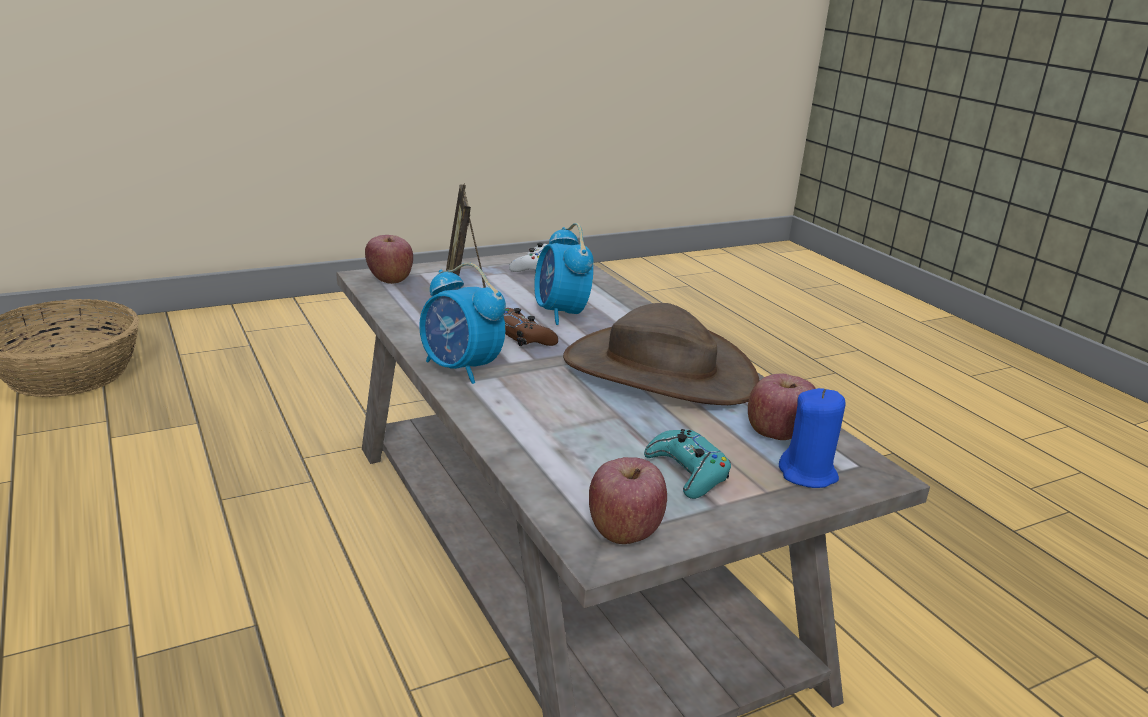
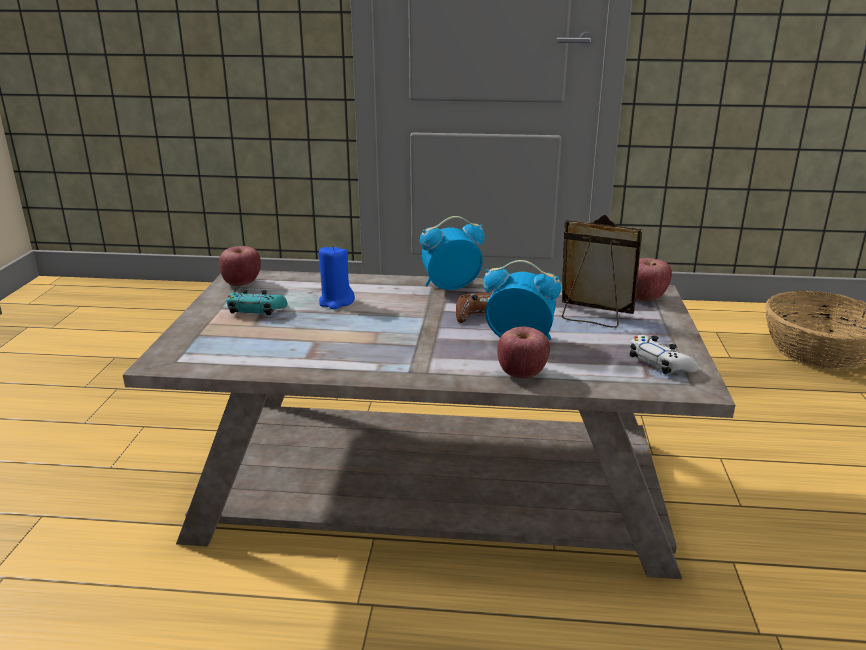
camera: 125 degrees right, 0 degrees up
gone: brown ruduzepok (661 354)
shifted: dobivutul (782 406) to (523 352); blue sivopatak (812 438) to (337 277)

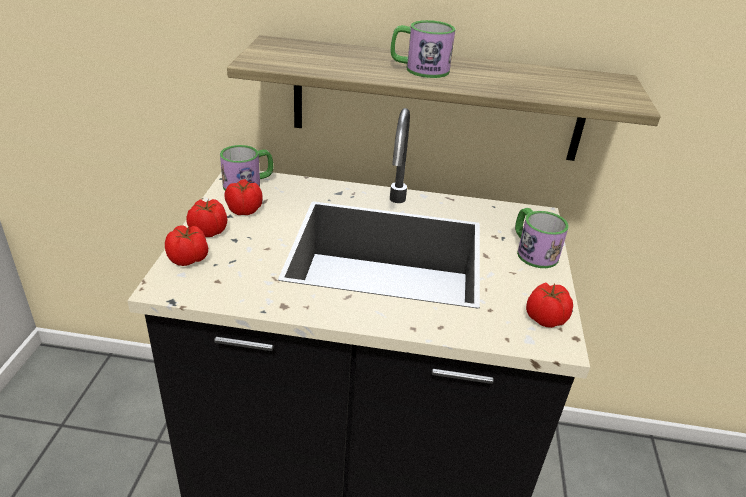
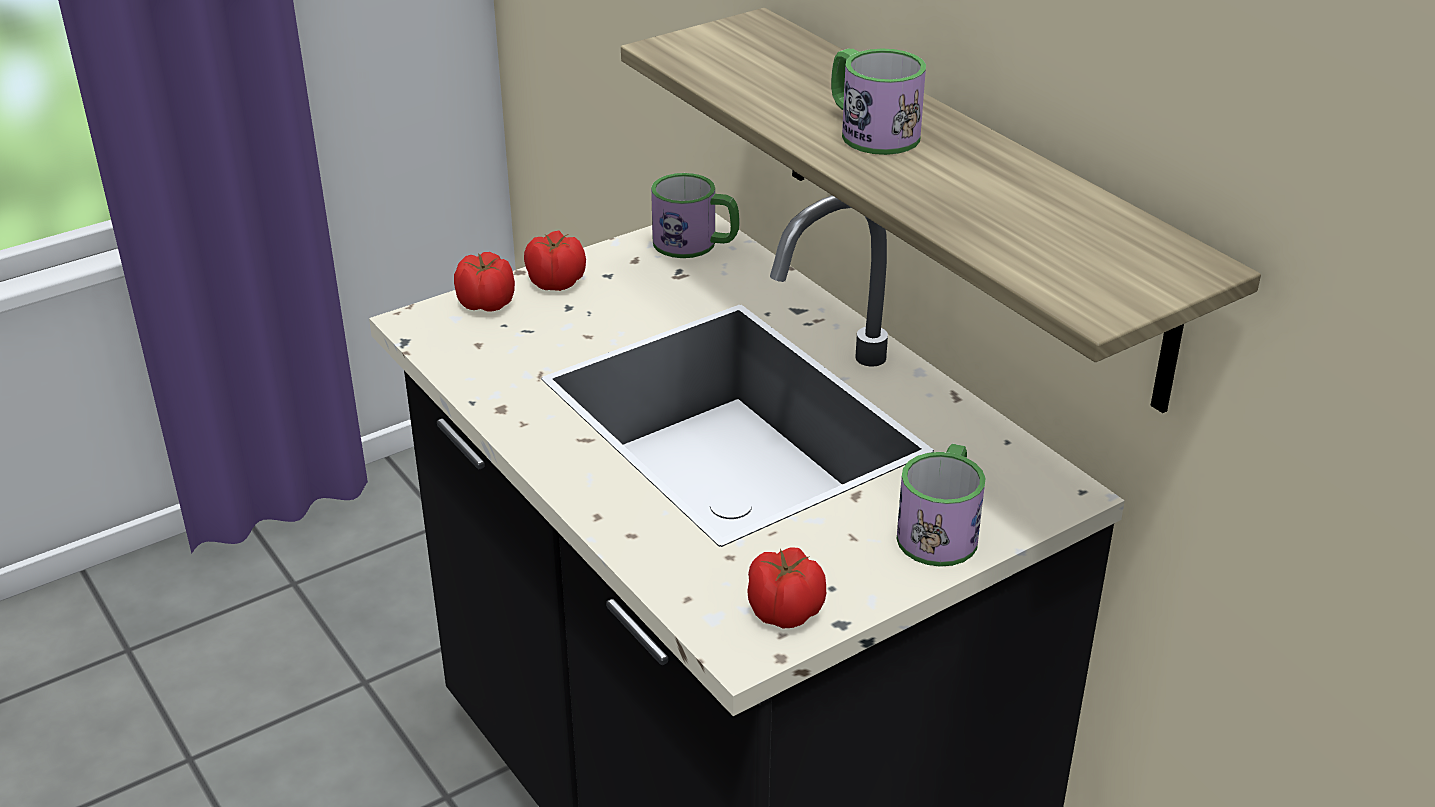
camera: 50 degrees right, 0 degrees up
gone: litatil (243 197)

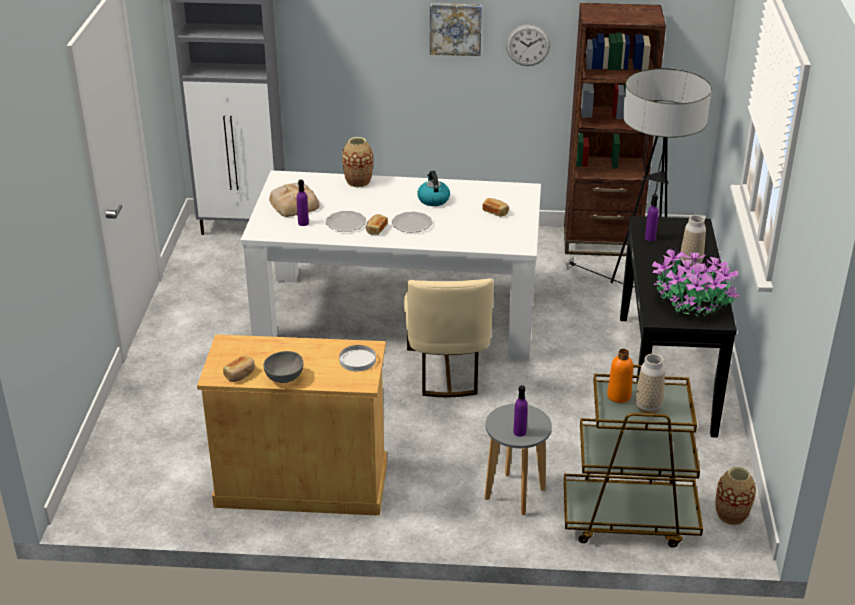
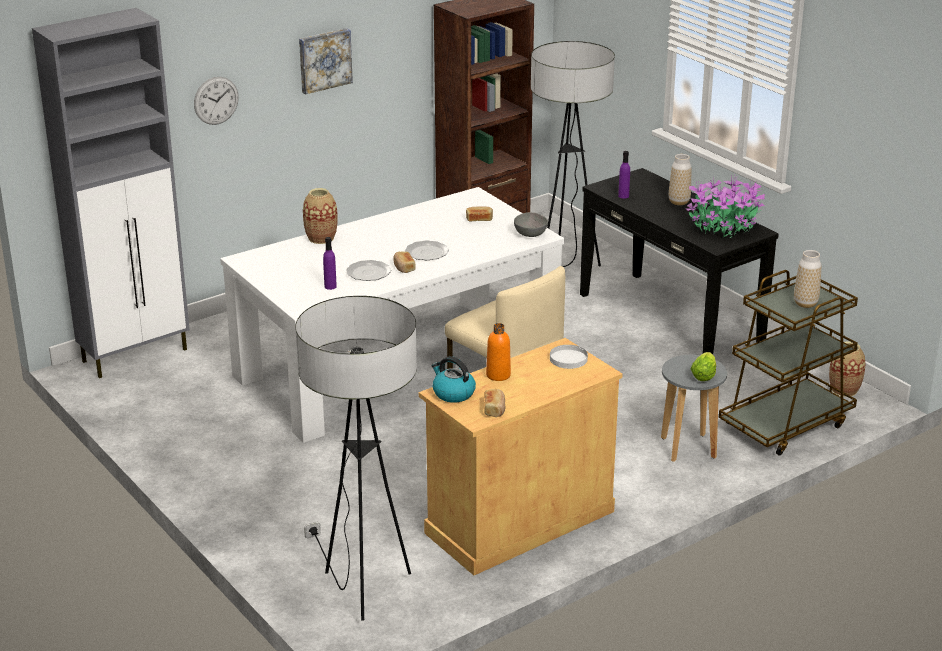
camera: 40 degrees left, 5 degrees down
gone: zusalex (294 199)
new: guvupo (356 458)
shifted: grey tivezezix (283 367) to (531 224); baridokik (433 188) to (453 379); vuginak (528 45) to (216 101); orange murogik (620 376) to (498 352)
swapped: purple murogik (520 411) to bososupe (703 366)

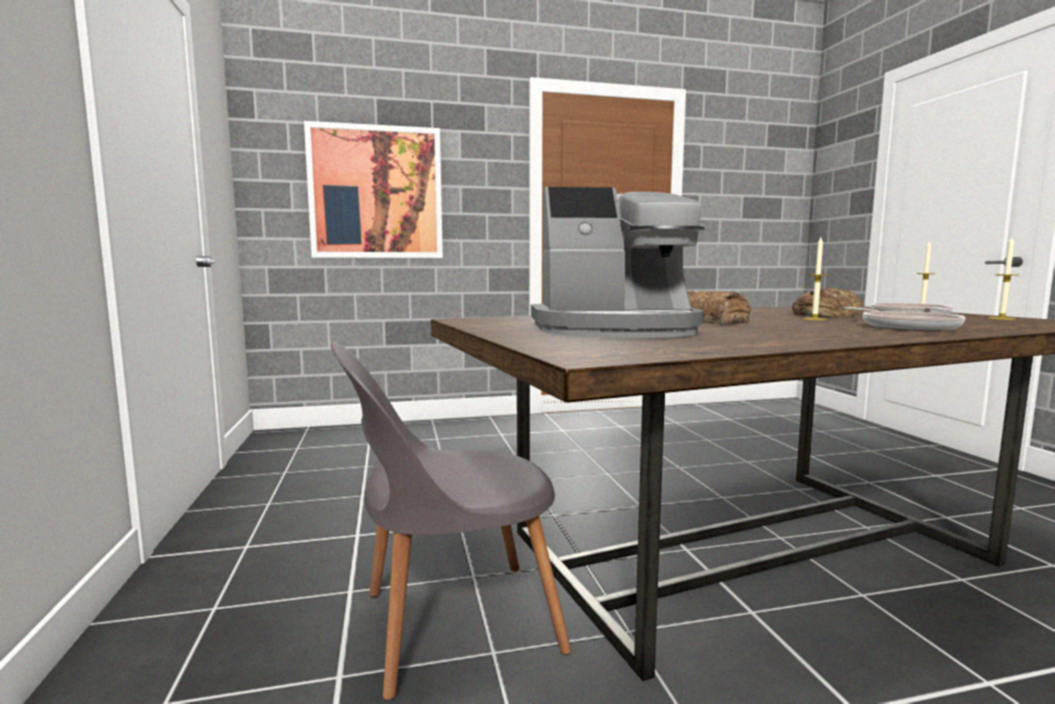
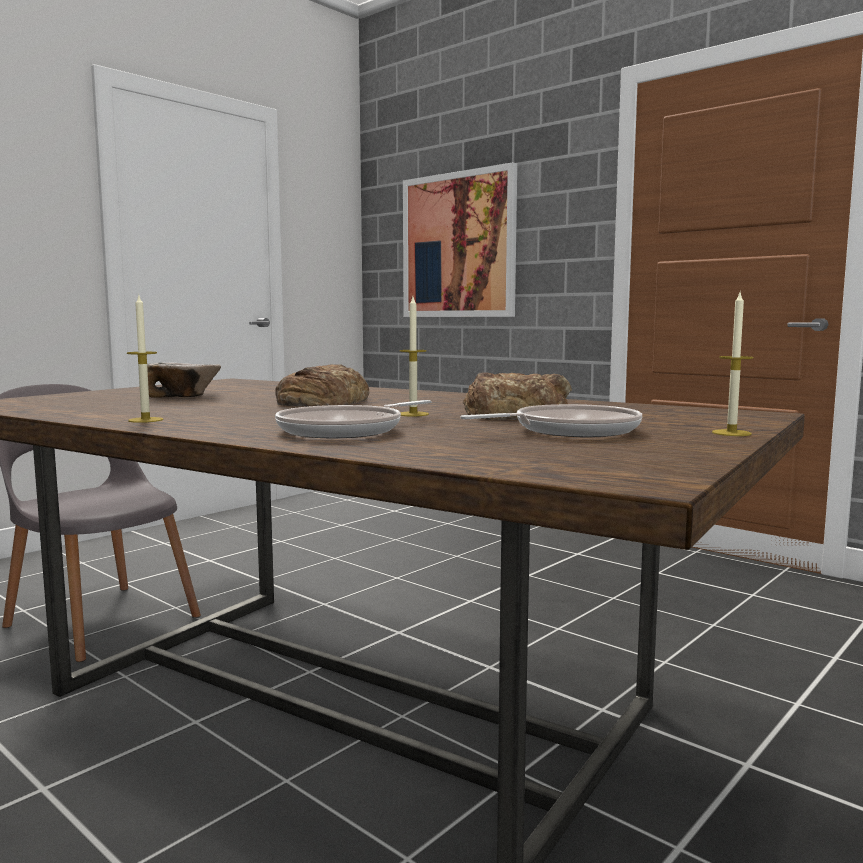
camera: 55 degrees right, 0 degrees up
shifted: sivopatak (1004 279) to (145 359)
swapped: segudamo (618 262) to tivezezix (184 380)

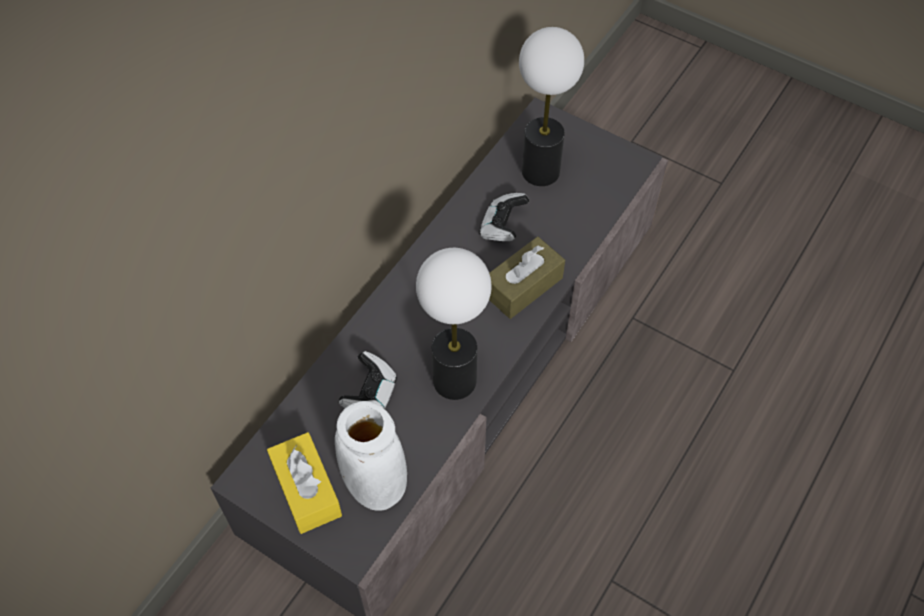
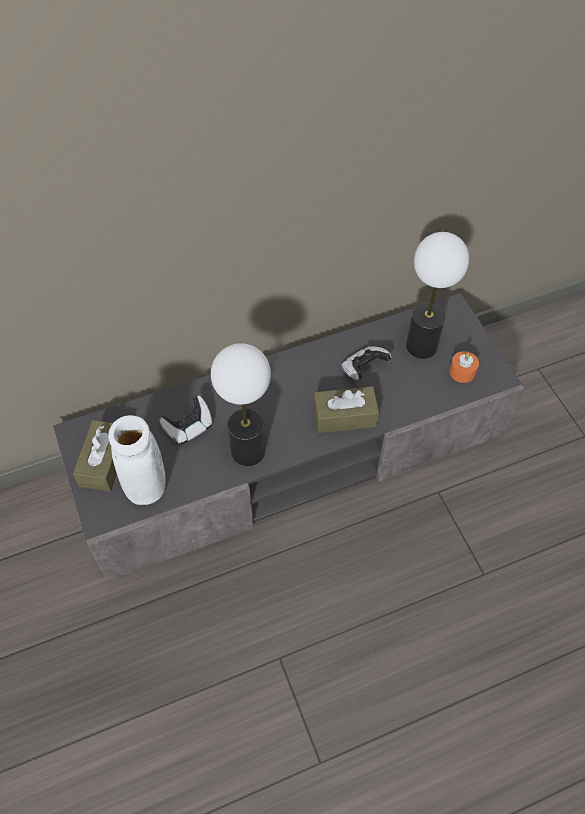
camera: 35 degrees right, 0 degrees up
new: orange sivopatak (464 367)
repainted: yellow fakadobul (304 483) to brown fakadobul (95 456)

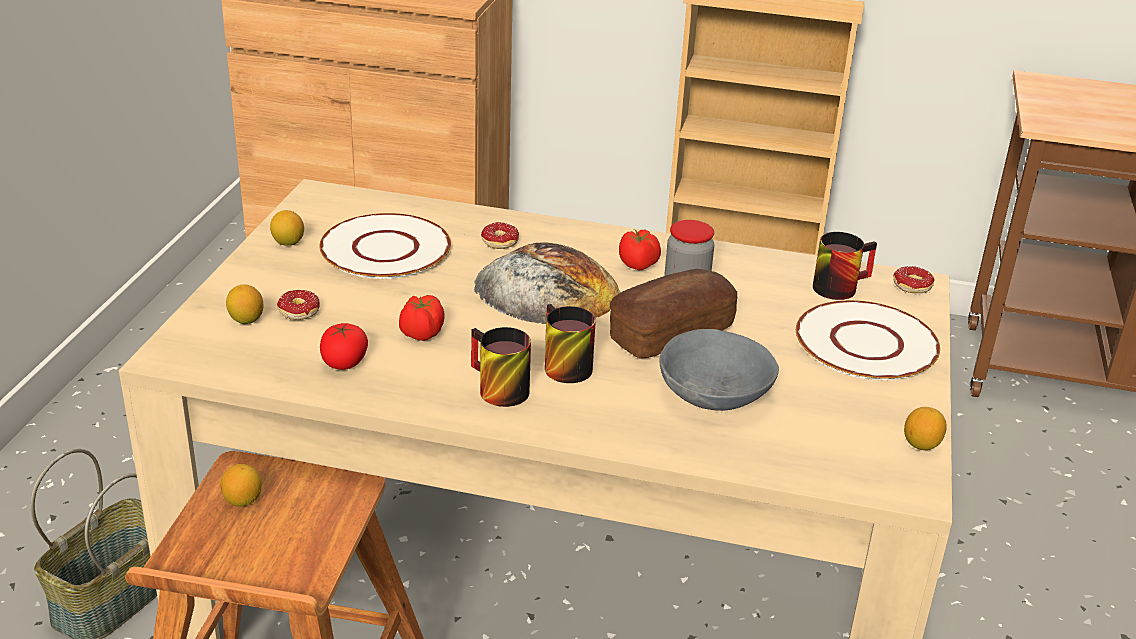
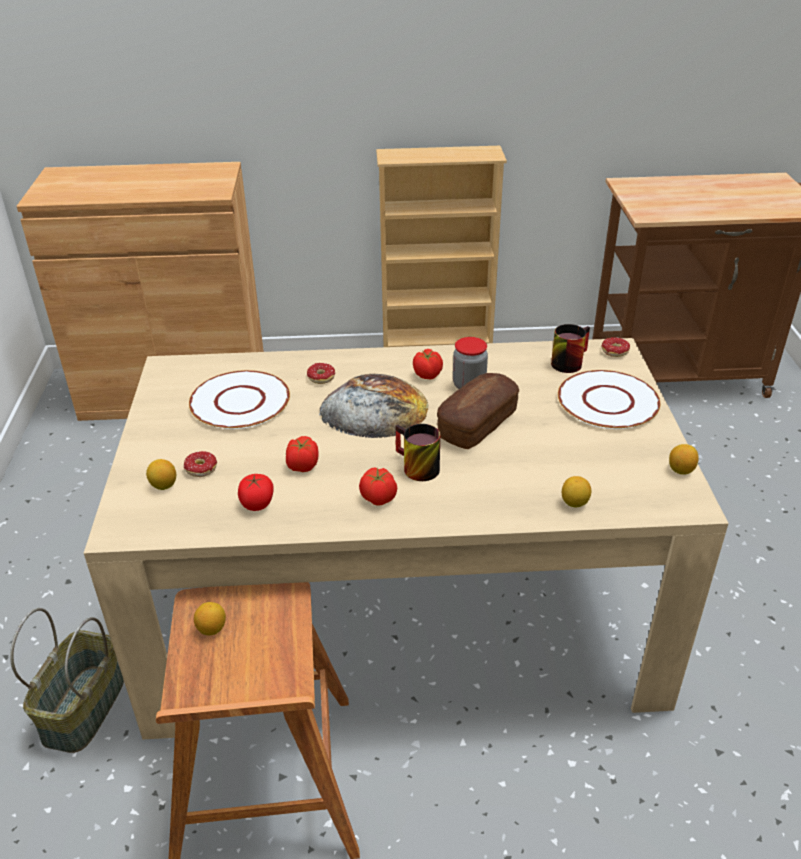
camera: 15 degrees left, 5 degrees up
gone: grey tivezezix (719 370)
shifted: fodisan (287 228) to (576 491)
swapped: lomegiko (501 367) to litatil (378 486)

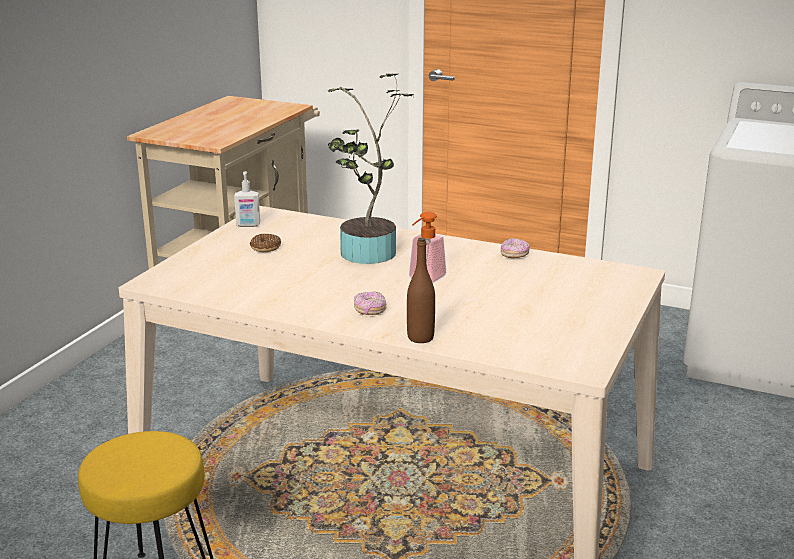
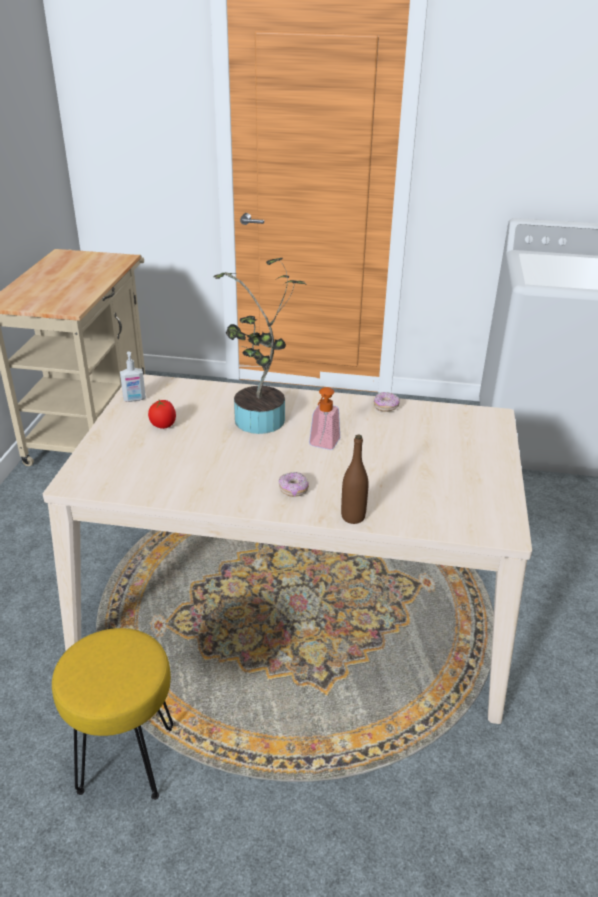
camera: 15 degrees left, 10 degrees up
swapped: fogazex (265 243) to litatil (162 414)

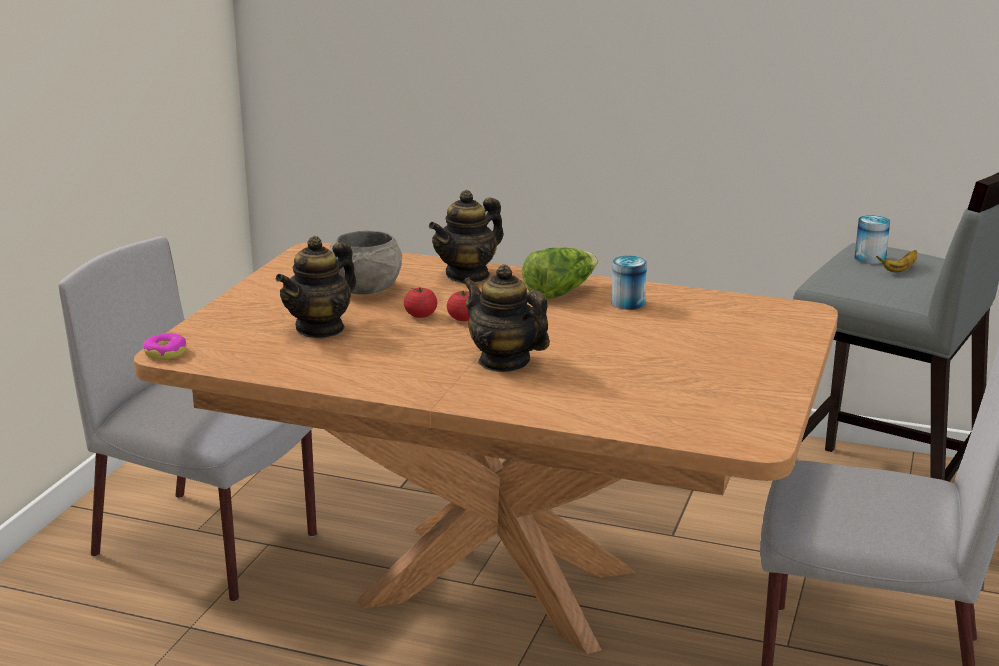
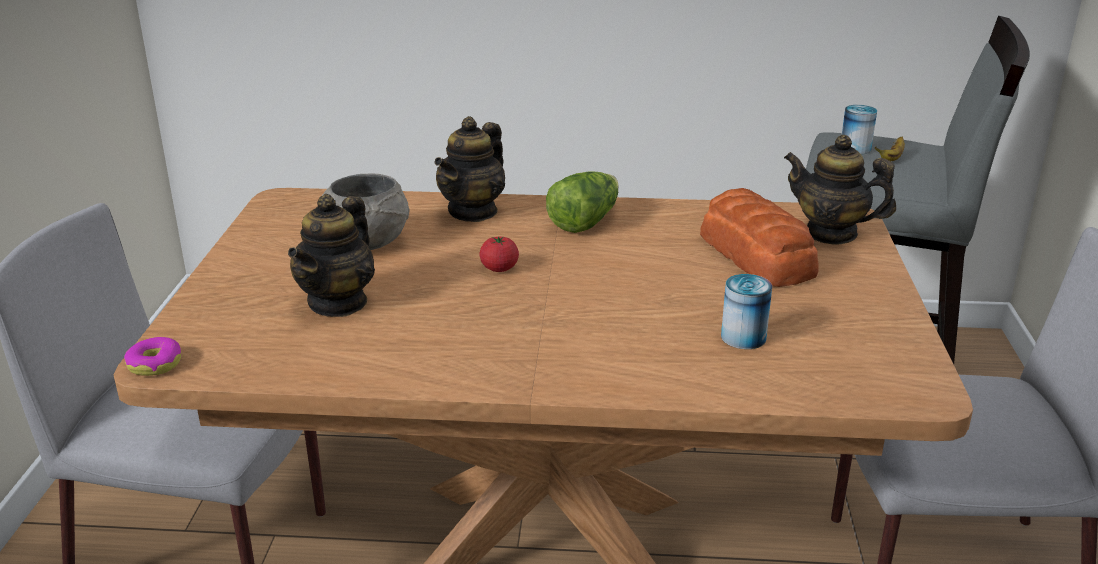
camera: 15 degrees left, 5 degrees up
gone: litatil (420 302)
new: zusalex (759 237)
shifted: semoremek (506 318) to (840 189); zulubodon (629 283) to (746 311)

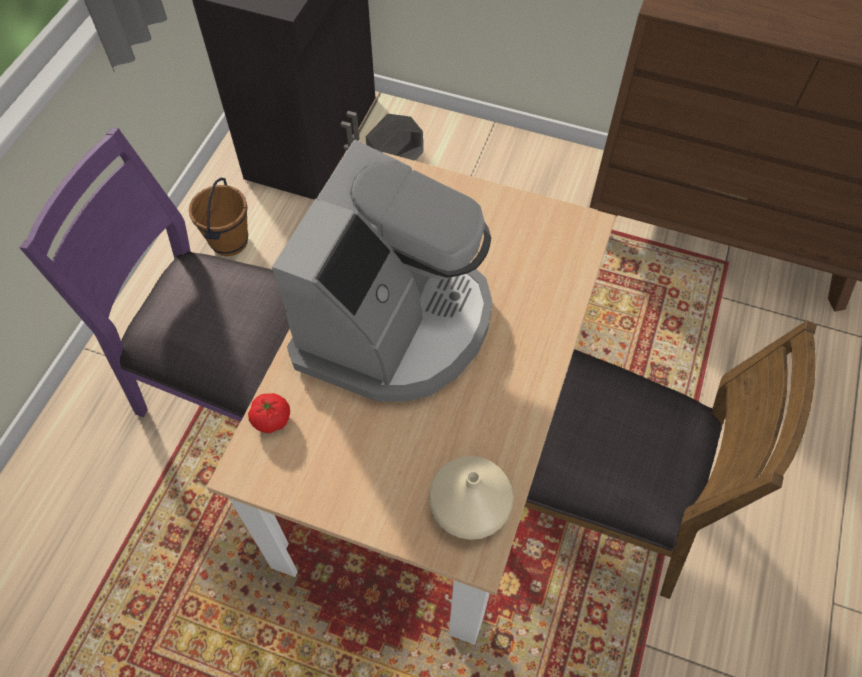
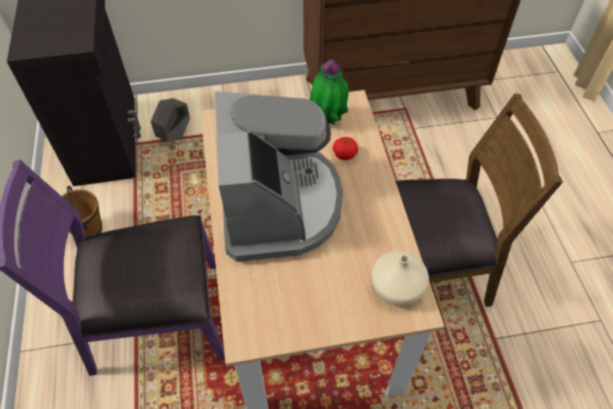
camera: 30 degrees left, 5 degrees down
new: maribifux (329 92)
shifted: litatil (269 413) to (345 148)

